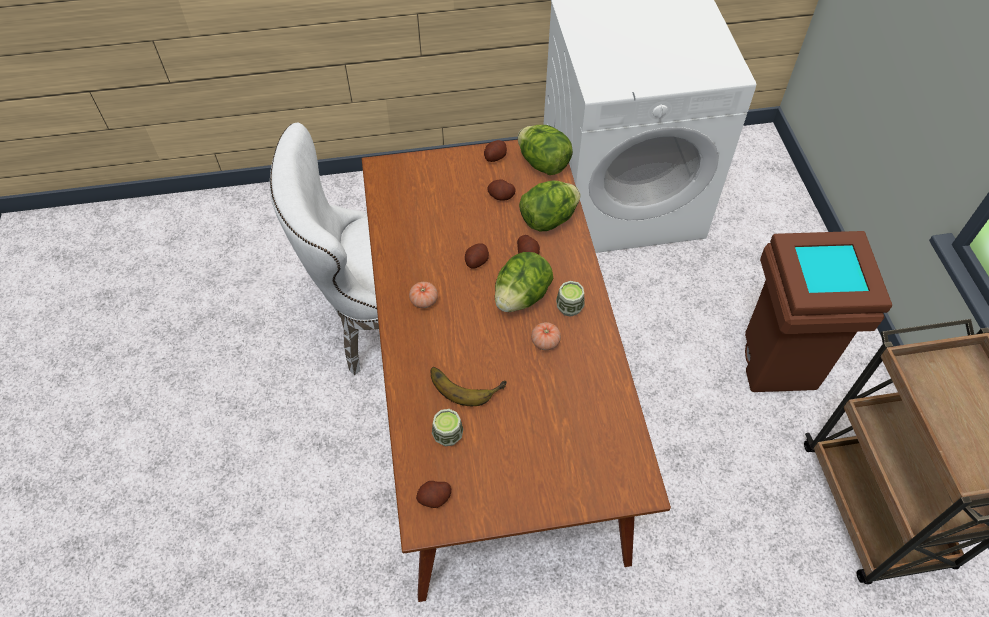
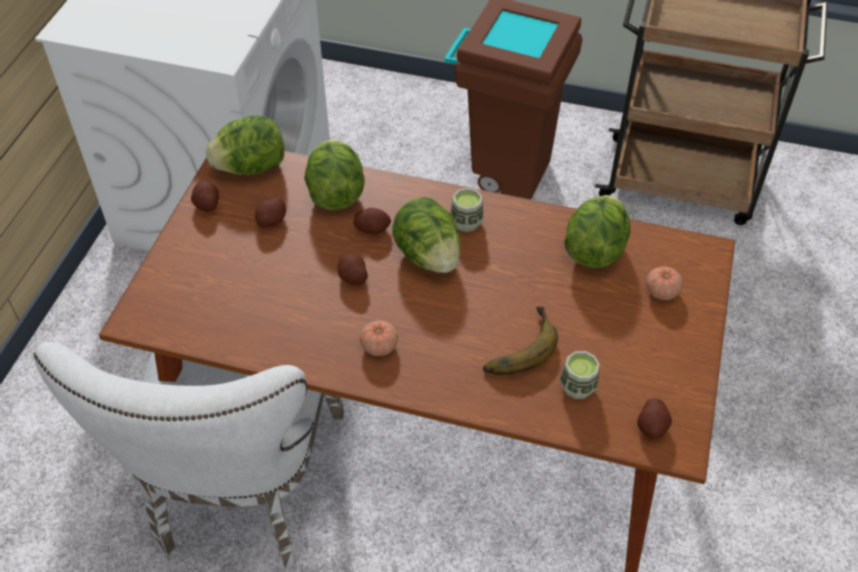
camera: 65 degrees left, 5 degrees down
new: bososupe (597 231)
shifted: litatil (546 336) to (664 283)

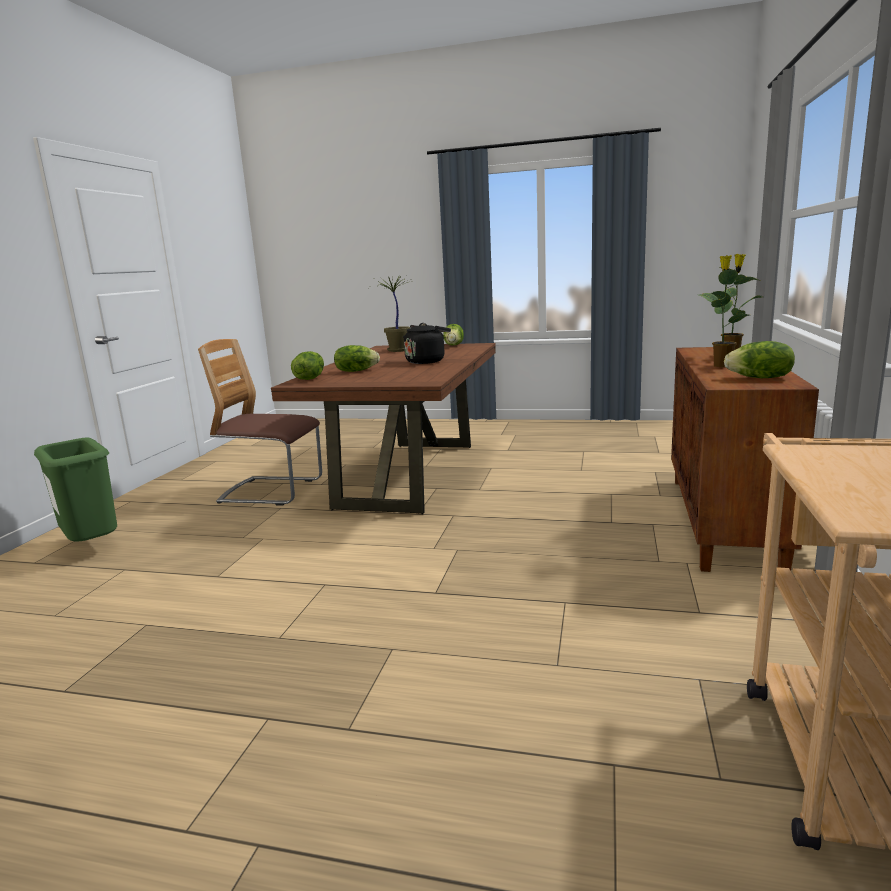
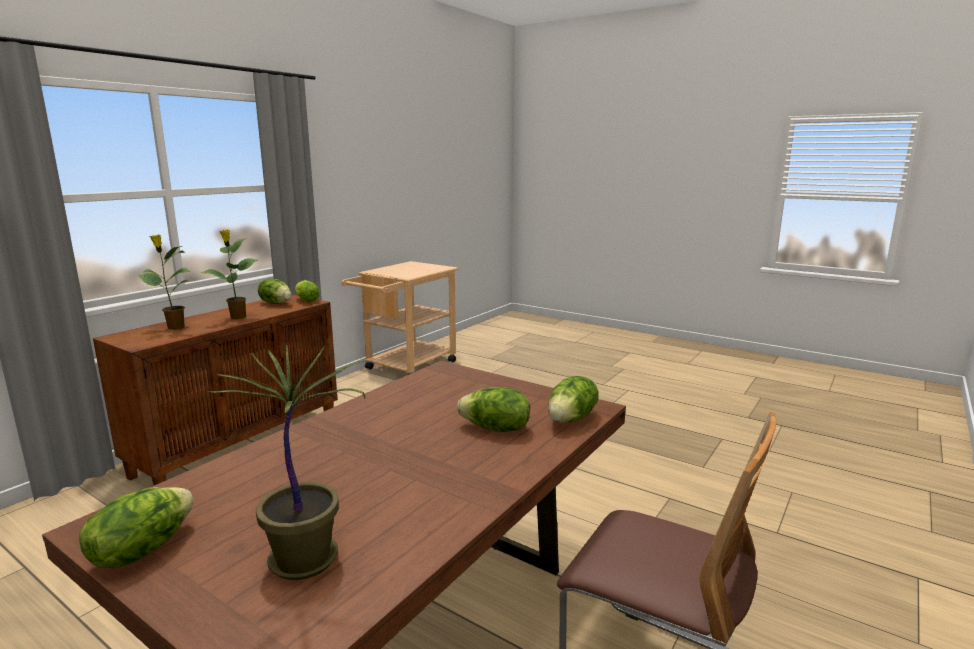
camera: 160 degrees left, 0 degrees up
gone: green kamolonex (75 490); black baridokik (427 343)
new: bososupe (307 291)

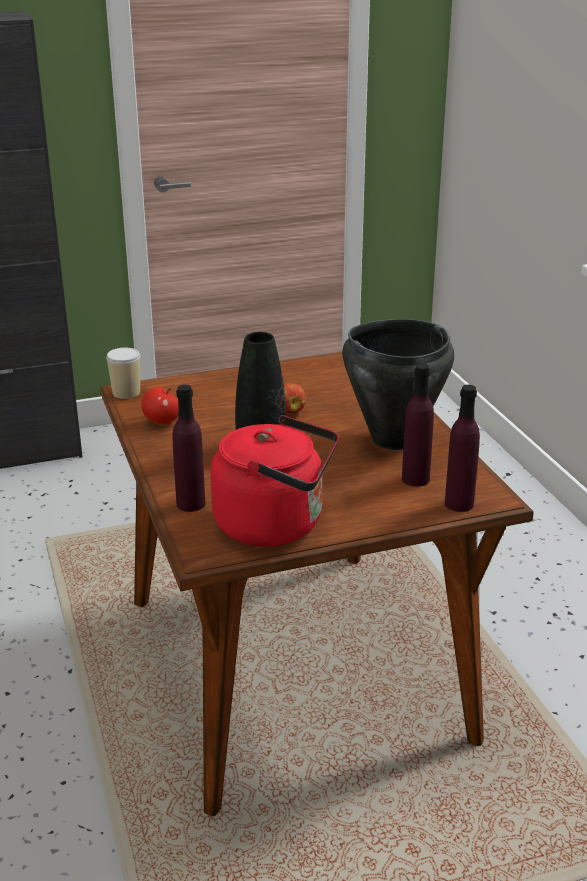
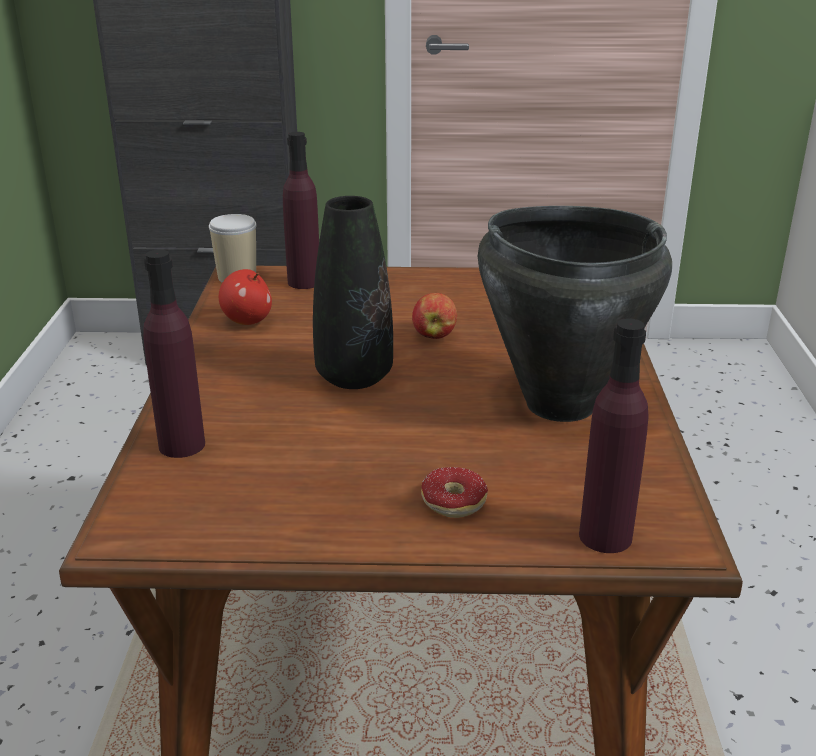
camera: 20 degrees right, 0 degrees up
gone: red baridokik (274 481)
new: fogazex (454 492)
shifted: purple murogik (418 425) to (301 210)

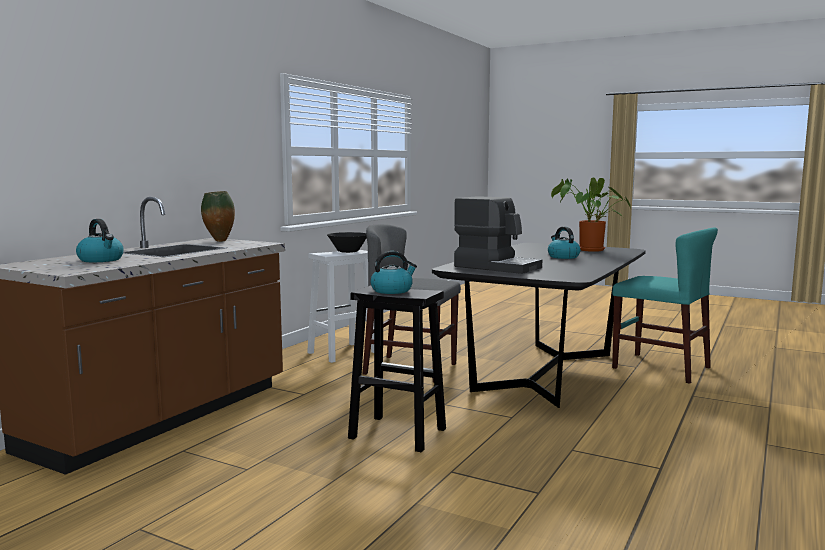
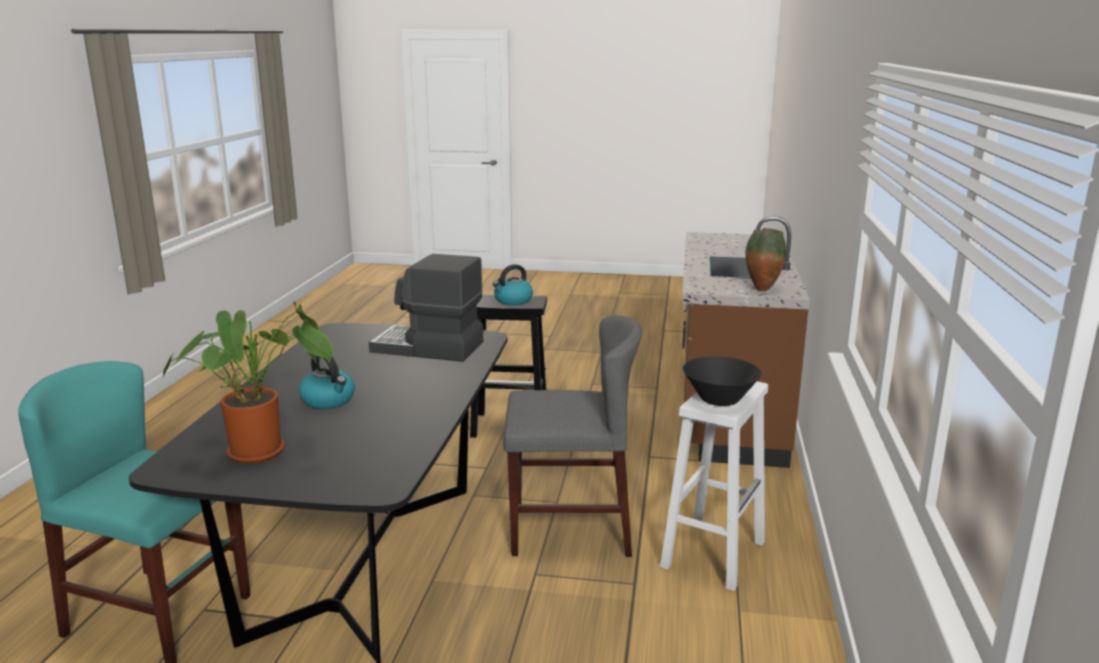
camera: 160 degrees right, 10 degrees up
gone: baridokik (100 240)

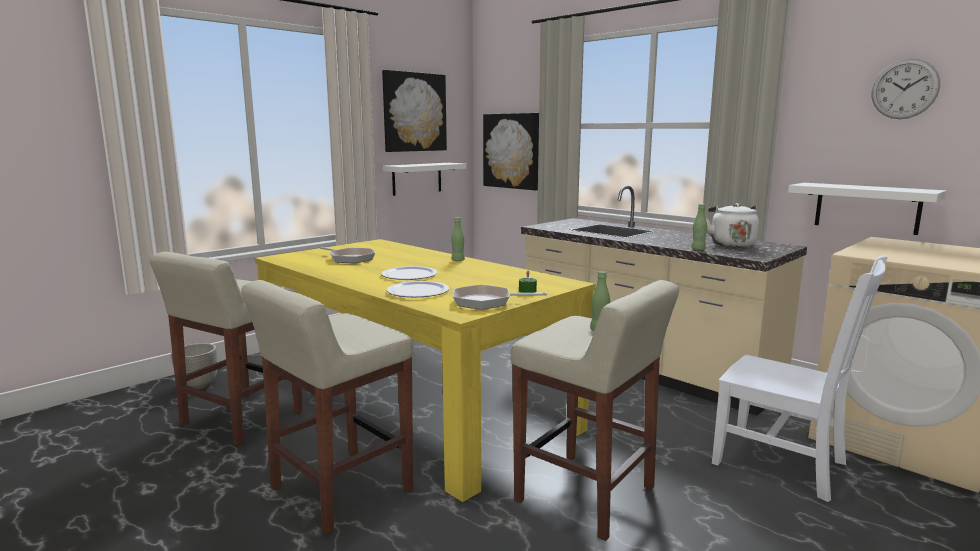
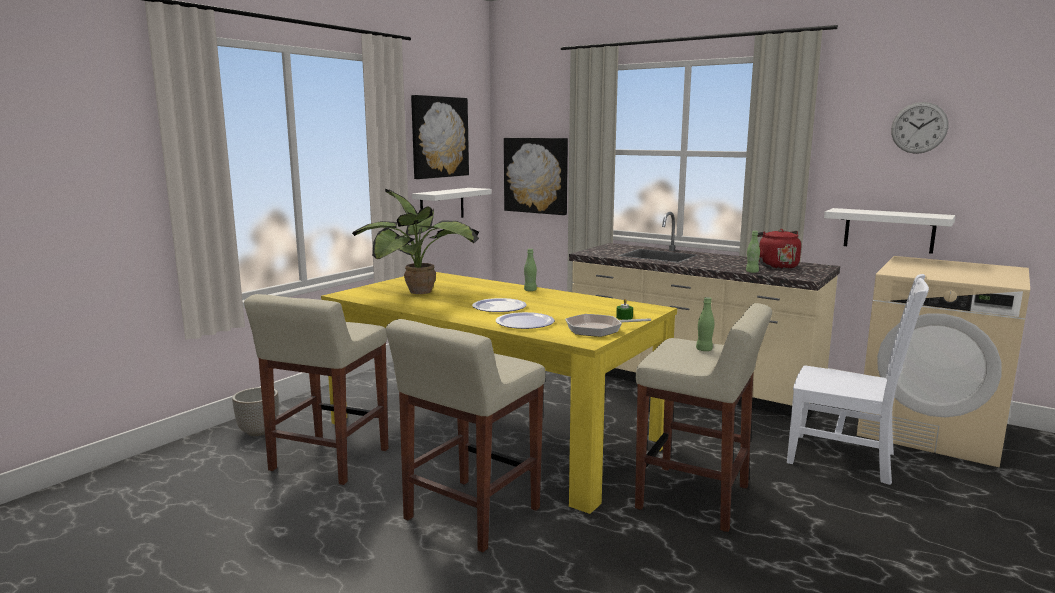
camera: 10 degrees left, 0 degrees up
swapped: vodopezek (348 255) to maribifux (415 241)
repainted: white baridokik (732 225) to red baridokik (779 249)

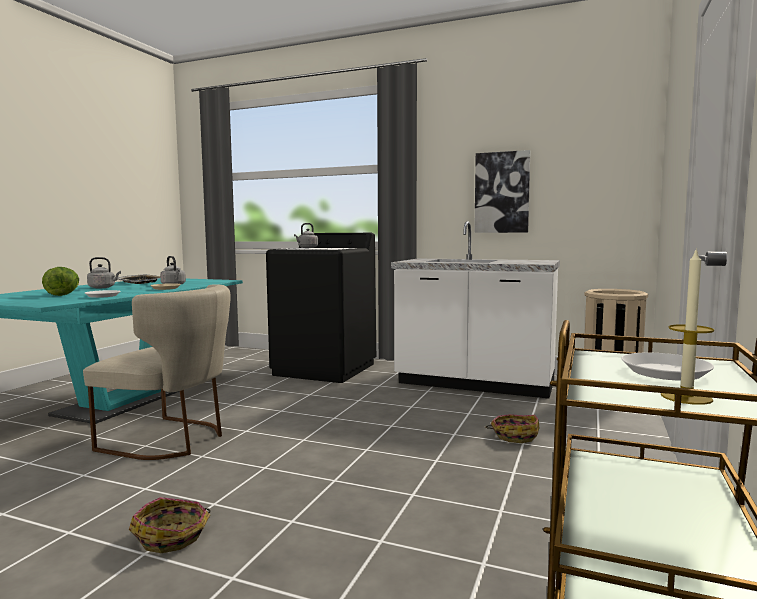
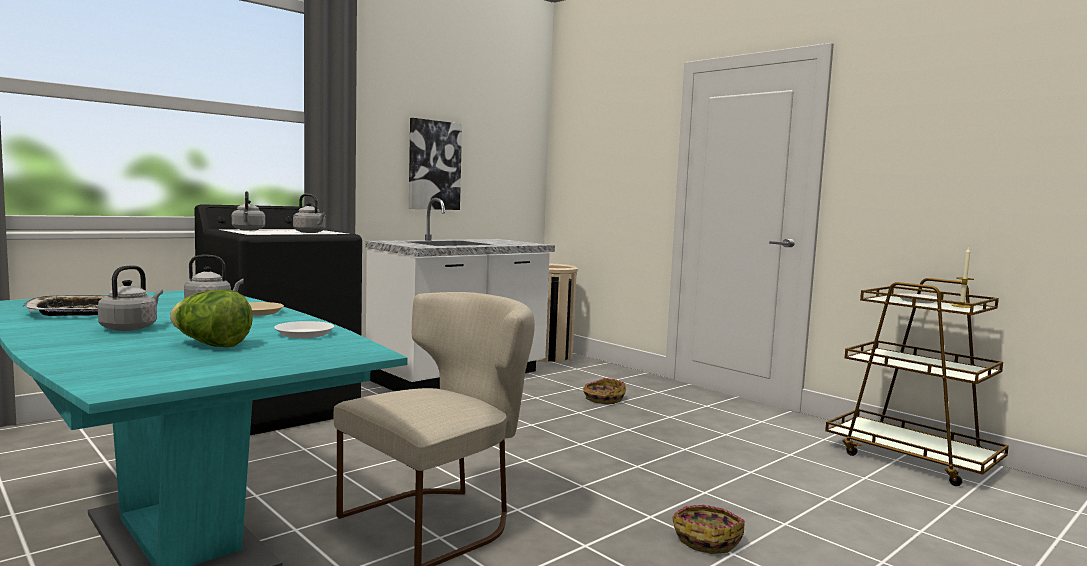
camera: 65 degrees left, 0 degrees up
new: grey baridokik (309 213)

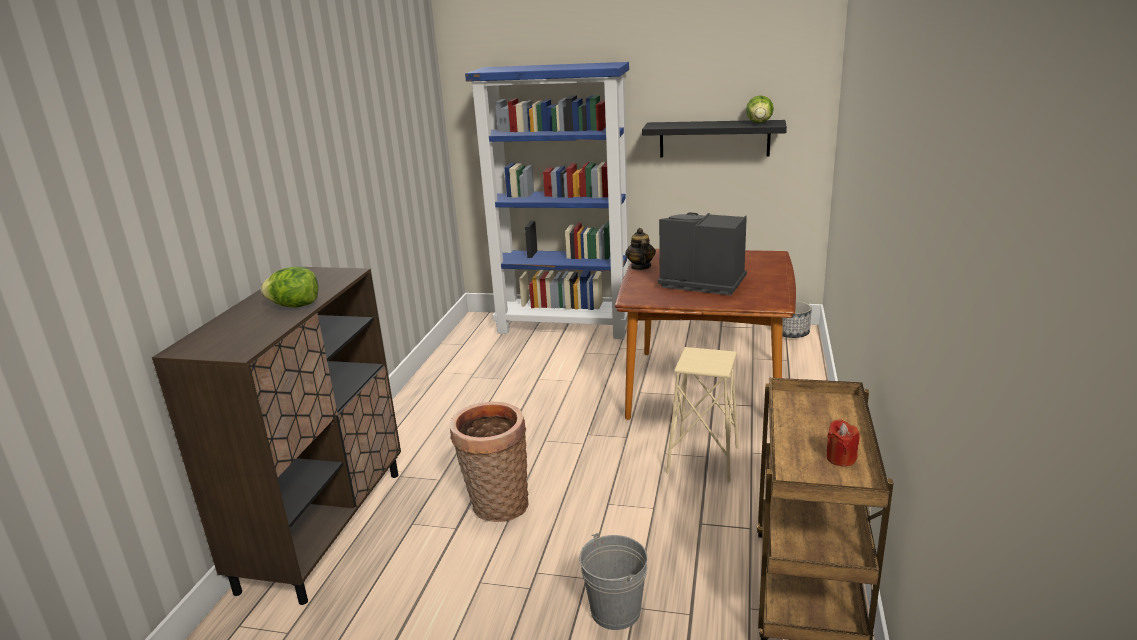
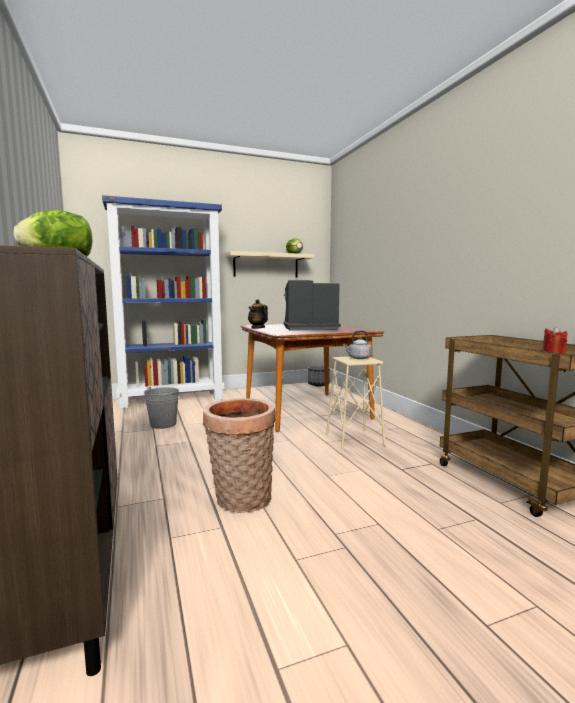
camera: 35 degrees left, 15 degrees down
new: grey baridokik (357 344)
shifted: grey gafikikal (613 581) to (161 408)
repainted: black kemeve (714 138) to beige kemeve (269 264)

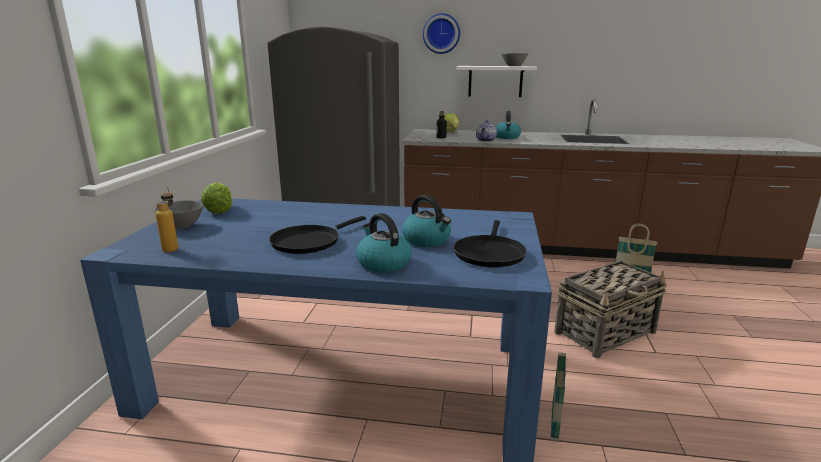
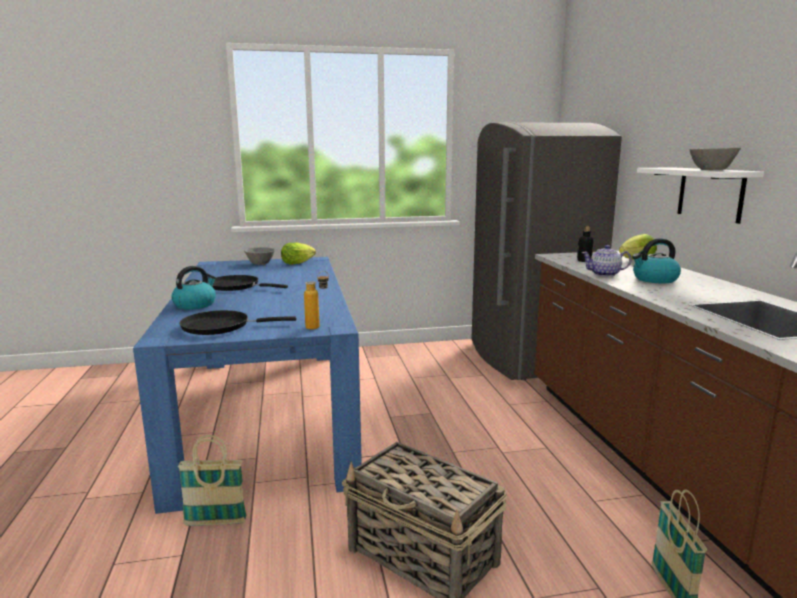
camera: 70 degrees right, 5 degrees down
gone: baridokik (426 221); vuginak (441 33)
shifted: murogik (167 219) to (316 300)

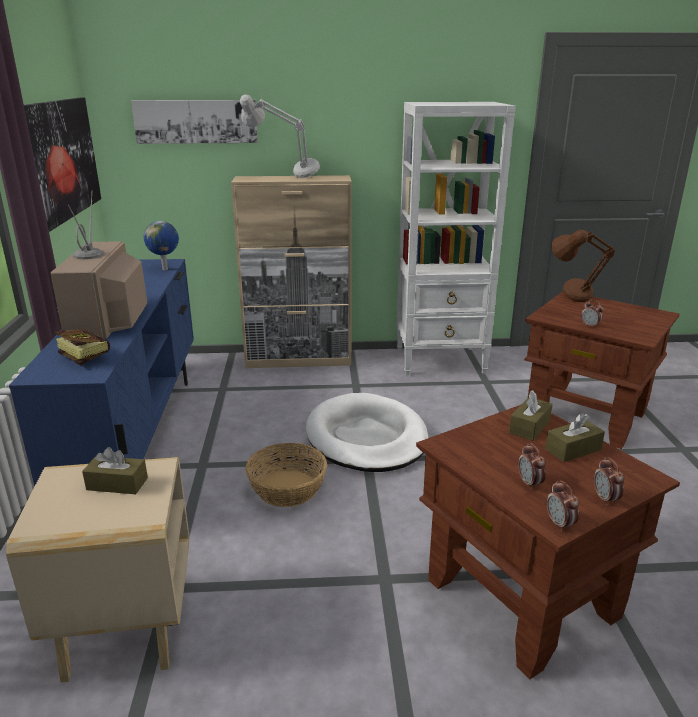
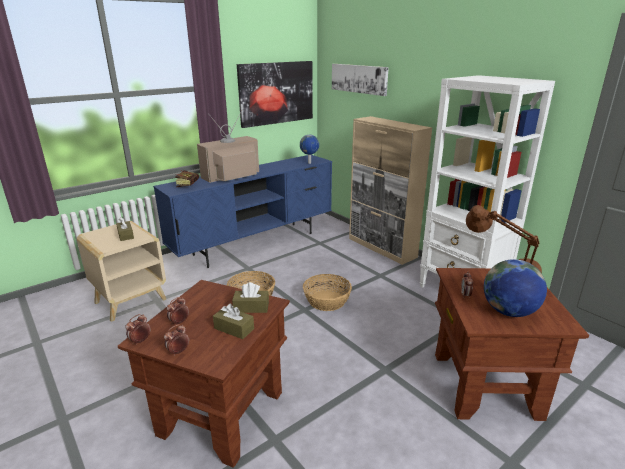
camera: 55 degrees right, 0 degrees up
gone: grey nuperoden (280 136)
new: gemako (515 288)
swapped: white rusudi (367 432) to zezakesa (327 292)

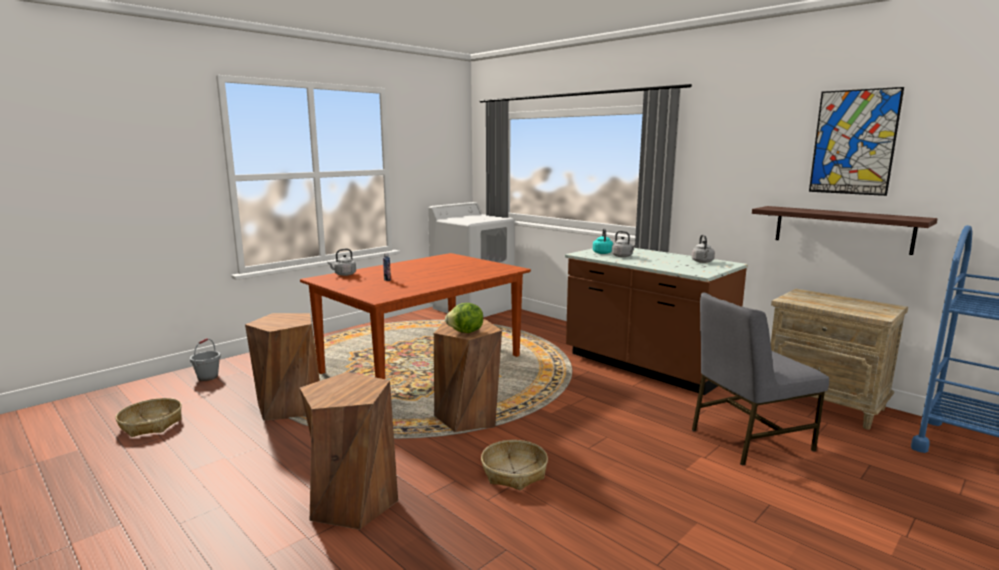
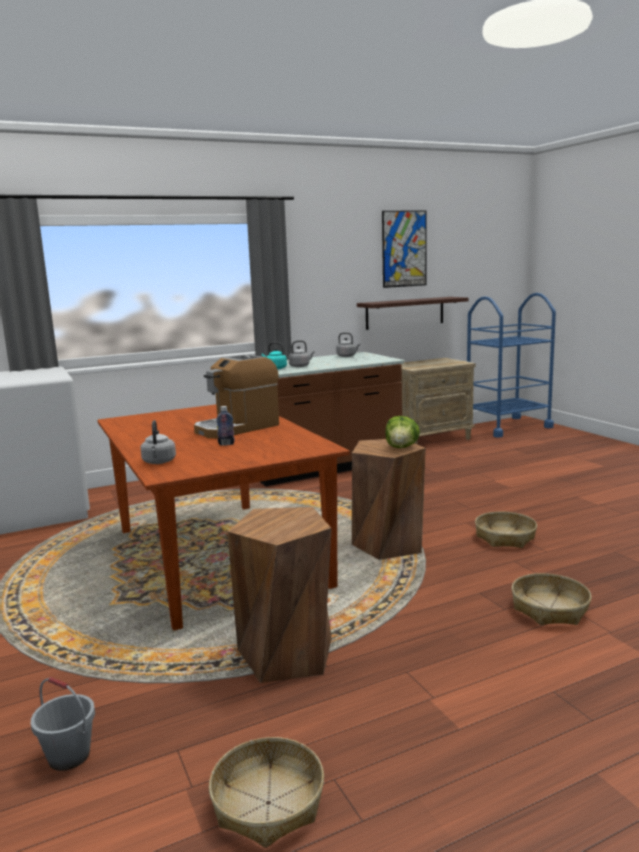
camera: 70 degrees left, 0 degrees up
gone: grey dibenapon (760 379)
new: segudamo (236 396)
swapped: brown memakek (349 451) to zezakesa (551 599)

